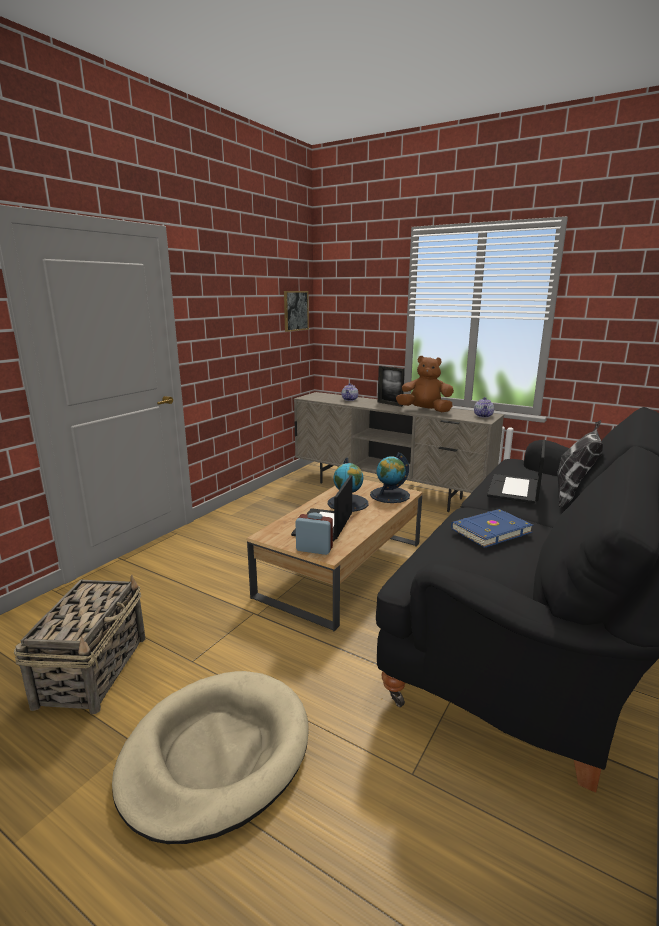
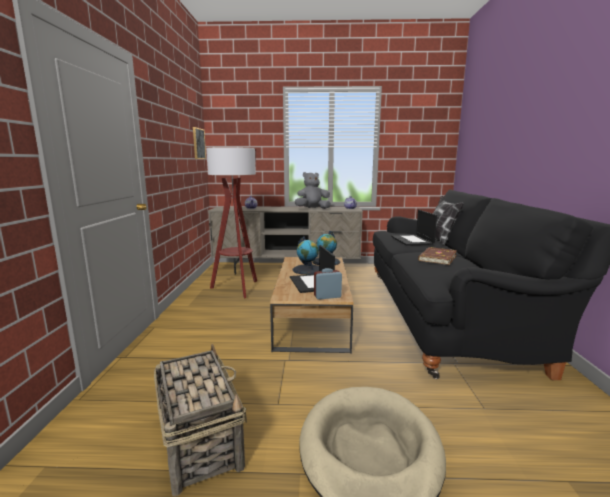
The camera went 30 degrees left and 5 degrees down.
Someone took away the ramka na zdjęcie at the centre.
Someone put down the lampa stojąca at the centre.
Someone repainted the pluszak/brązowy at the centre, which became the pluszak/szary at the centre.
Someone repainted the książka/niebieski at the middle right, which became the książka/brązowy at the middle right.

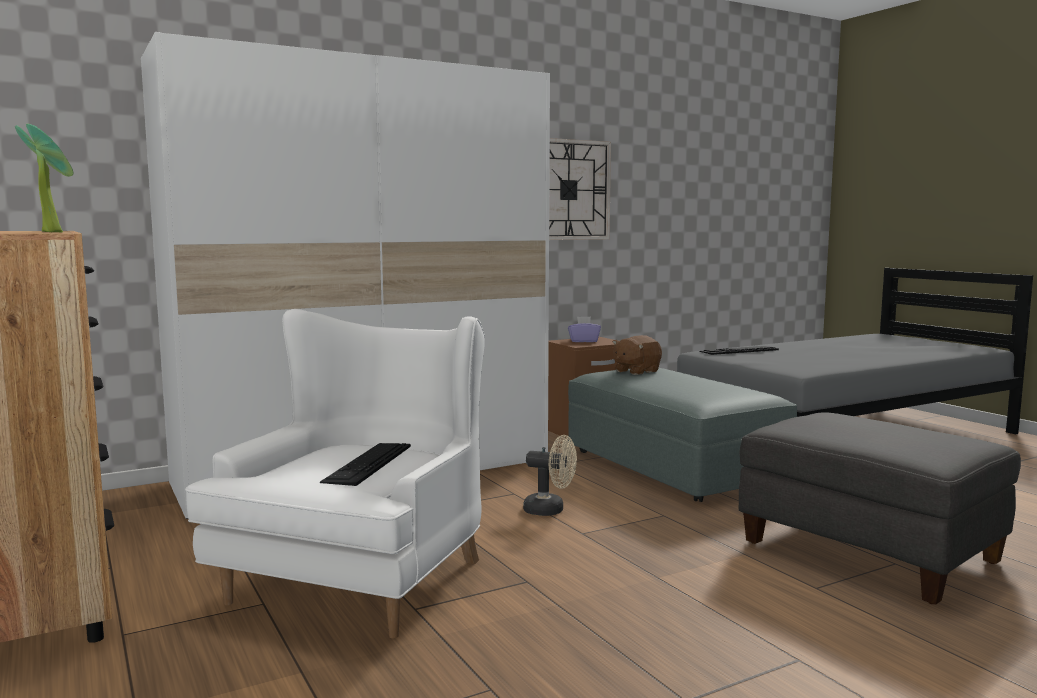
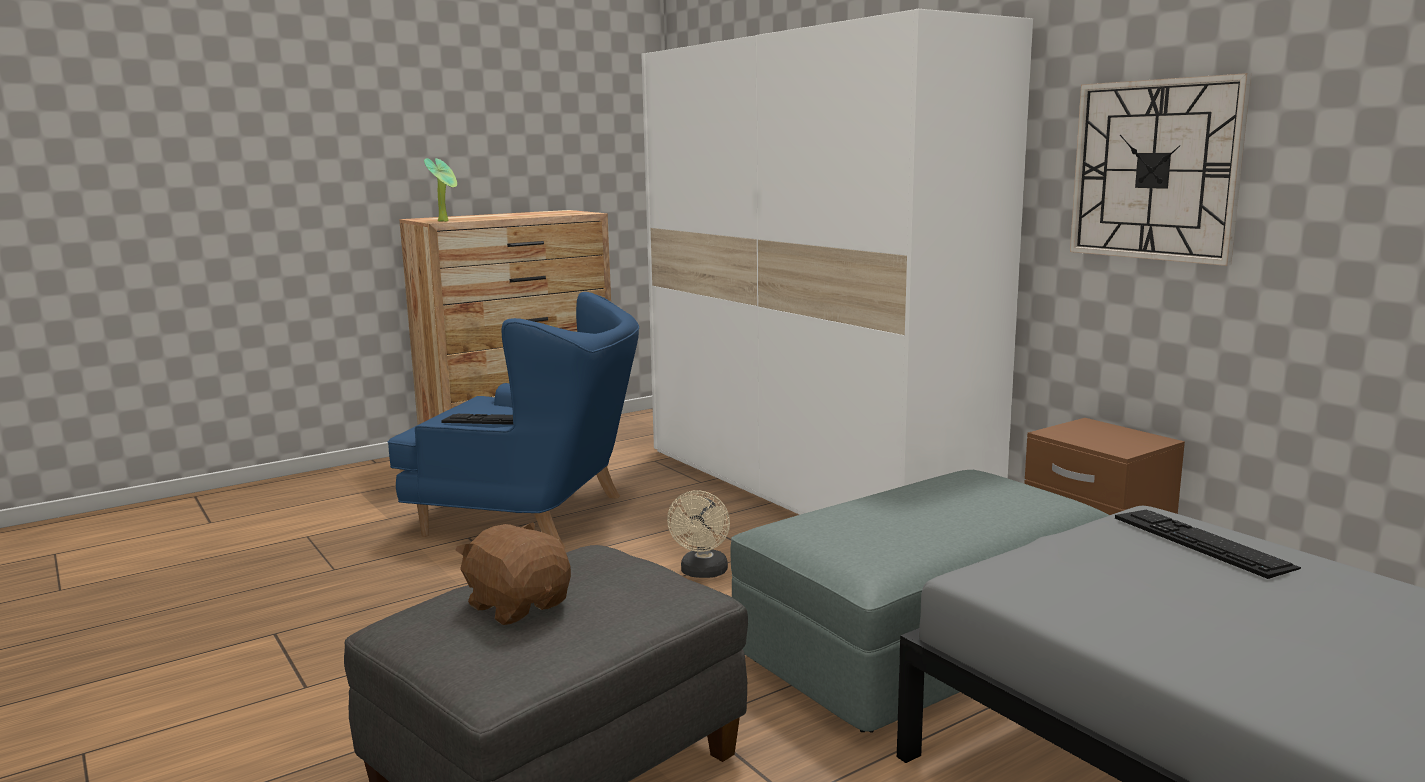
The camera went 85 degrees right and 5 degrees up.
Someone took away the pudełko chusteczek/fioletowy at the centre.
Someone carried the pluszak/brązowy from the centre to the bottom centre.
Someone repainted the fotel/biały at the bottom left, which became the fotel/niebieski at the centre.

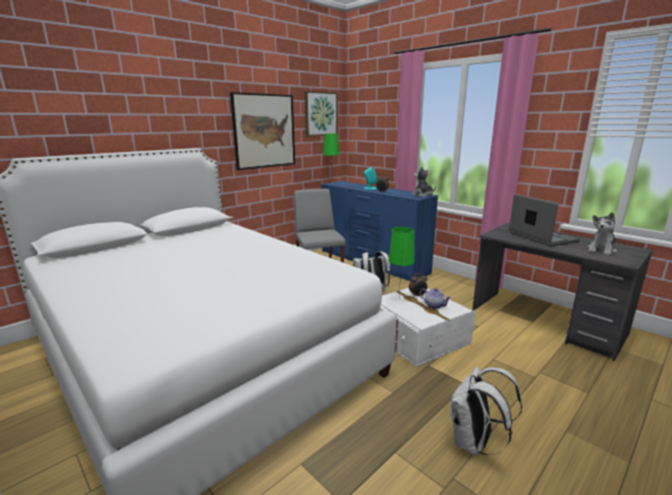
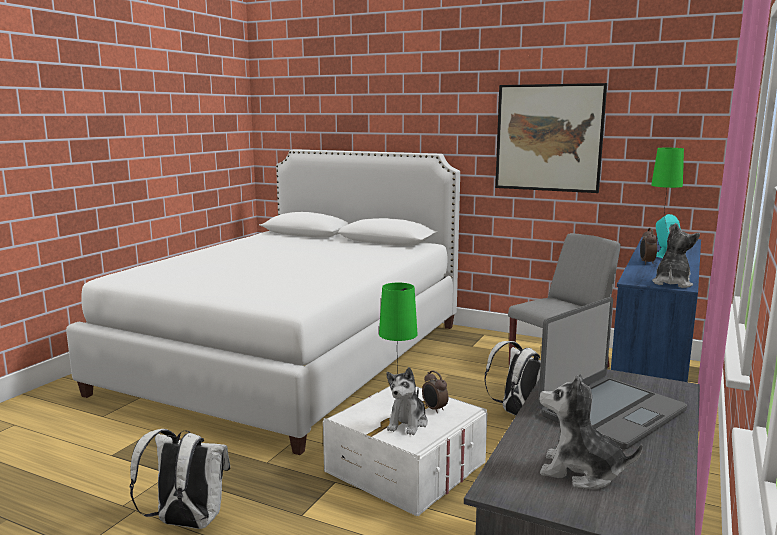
The camera went 70 degrees right and 5 degrees down.
Someone took away the obraz (no. 2 from left) at the top centre.
Someone swapped the imbryk at the centre for the pluszak (no. 1 from left) at the bottom centre.

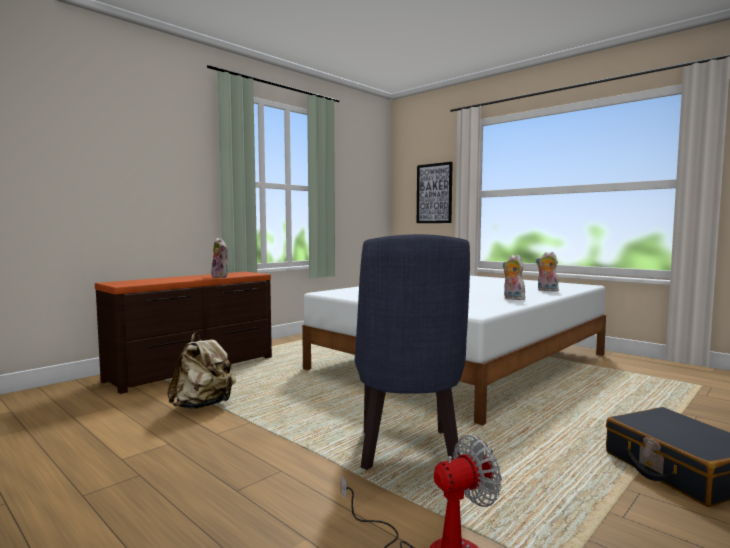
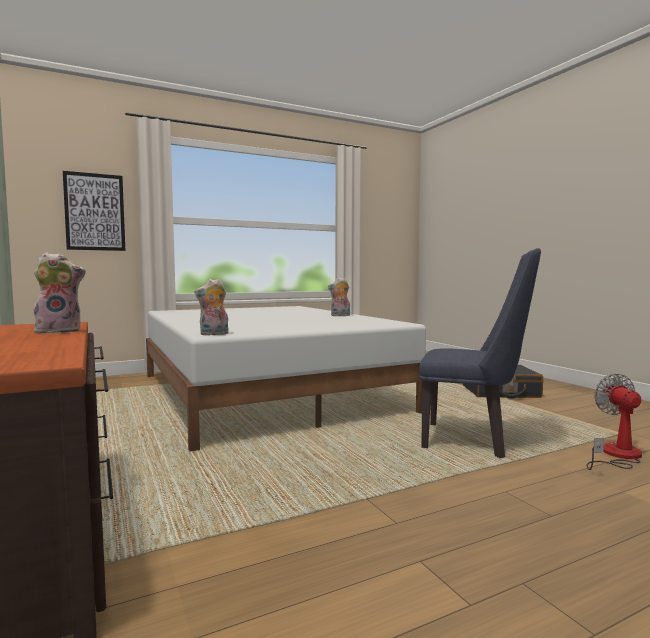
The camera went 70 degrees left and 0 degrees up.
Someone took away the plecak/beżowy at the bottom left.
Someone carried the pluszak (no. 3 from left in the first image) from the middle right to the middle left.

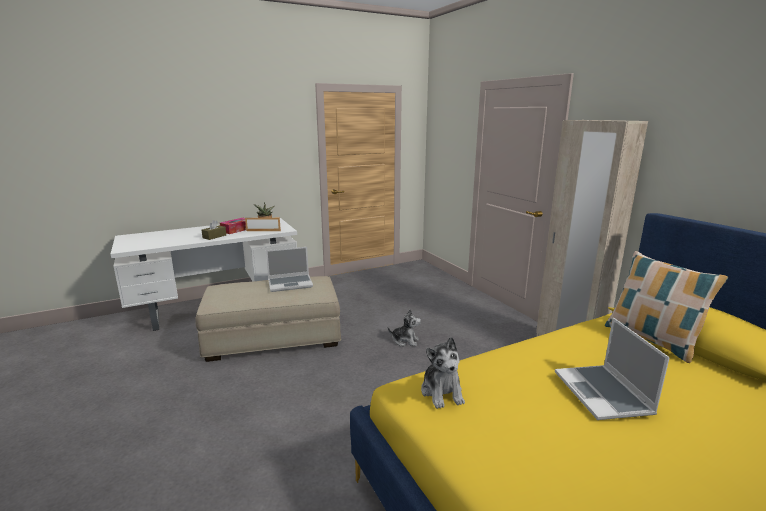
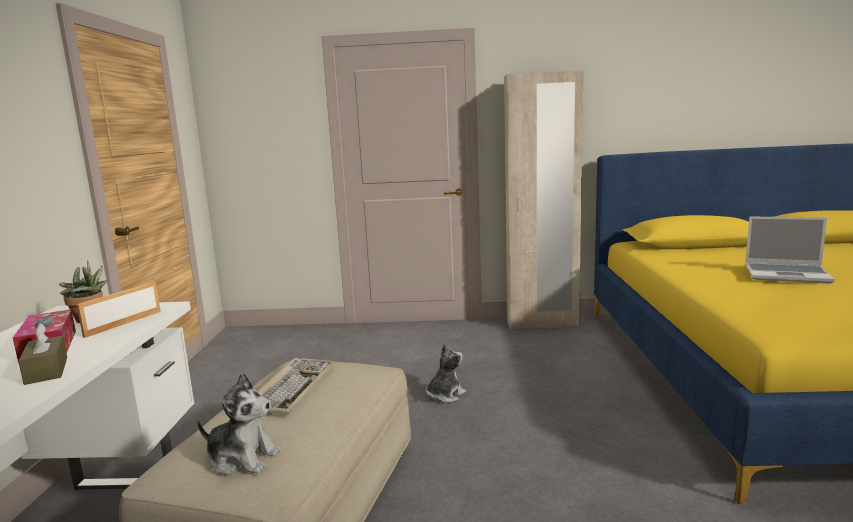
The camera went 60 degrees left and 5 degrees down.
Someone took away the poduszka at the middle right.
Someone carried the pluszak (no. 2 from left in the first image) from the bottom centre to the bottom left.
Someone swapped the laptop (no. 1 from left) at the centre for the klawiatura at the bottom centre.

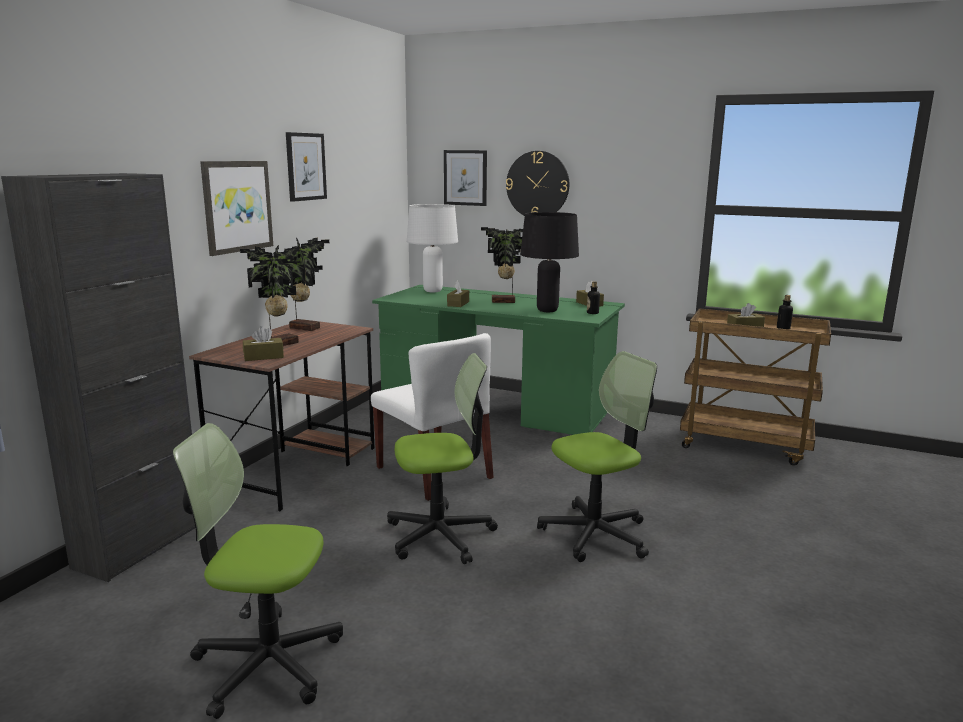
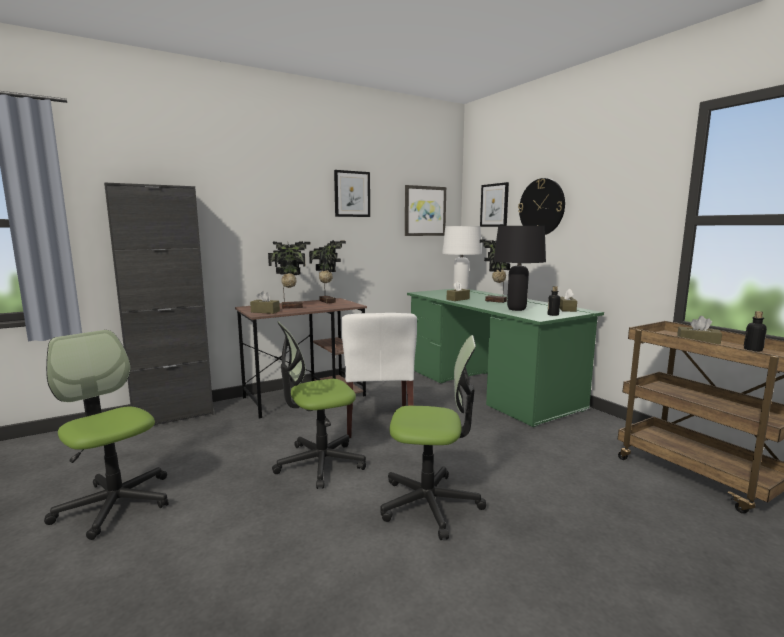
The camera went 35 degrees right and 5 degrees down.
Someone carried the obraz (no. 1 from left in the first image) from the top left to the top centre.
Someone rotated the krzesło biurowe (no. 2 from left) at the centre by 135 degrees clockwise.

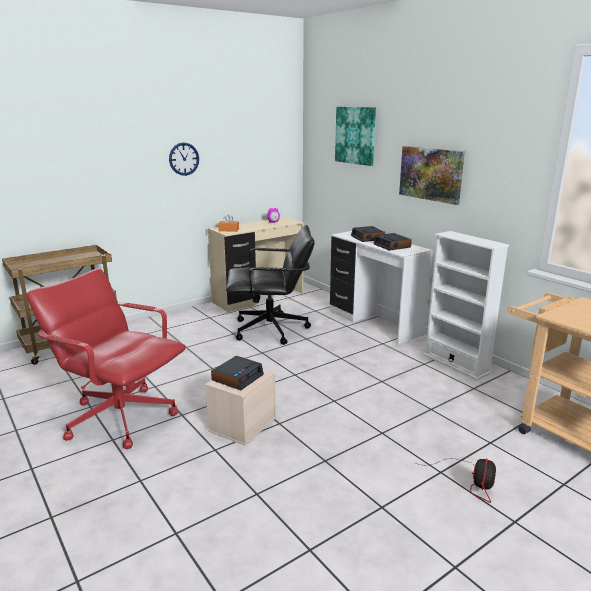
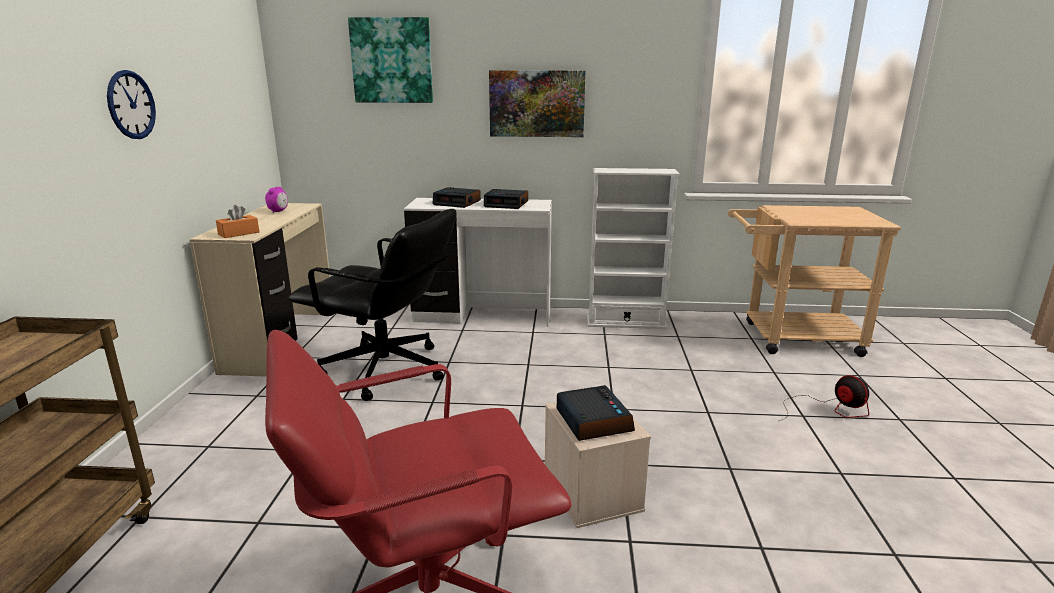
The camera went 50 degrees left and 0 degrees up.
Someone rotated the krzesło biurowe/czarny at the centre by 75 degrees clockwise.

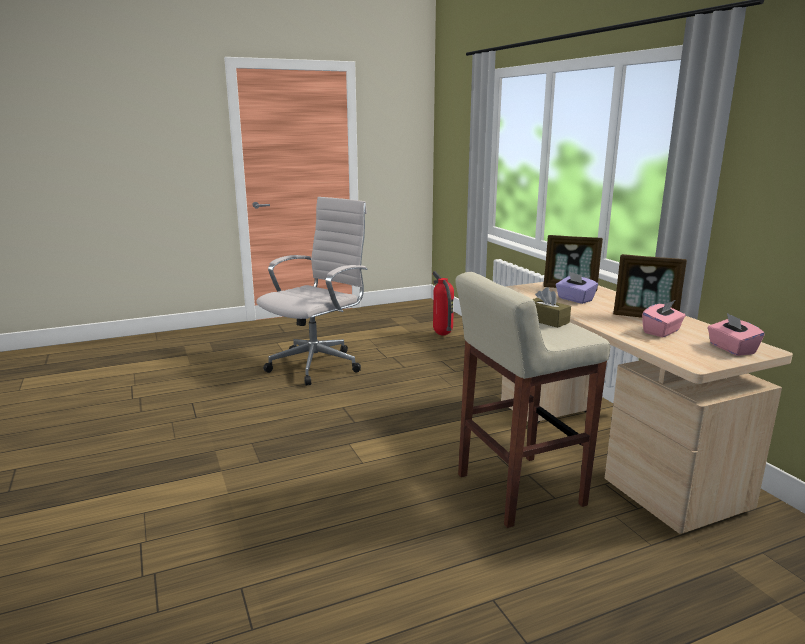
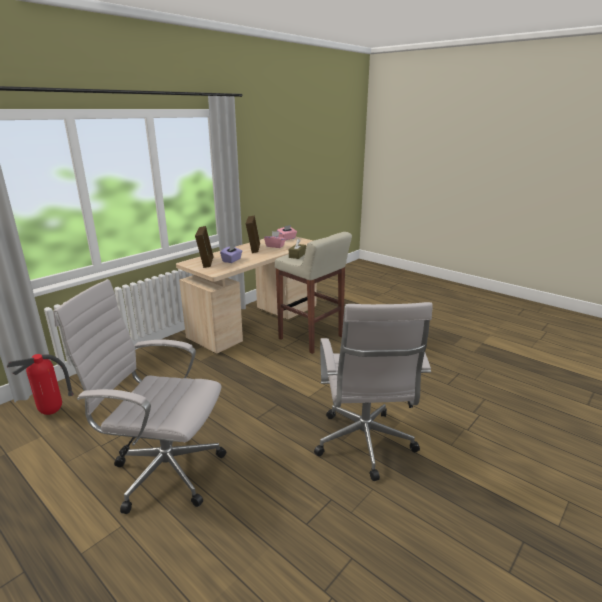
The camera went 115 degrees left and 5 degrees up.
Someone put down the krzesło biurowe/biały (no. 2 from left) at the centre.

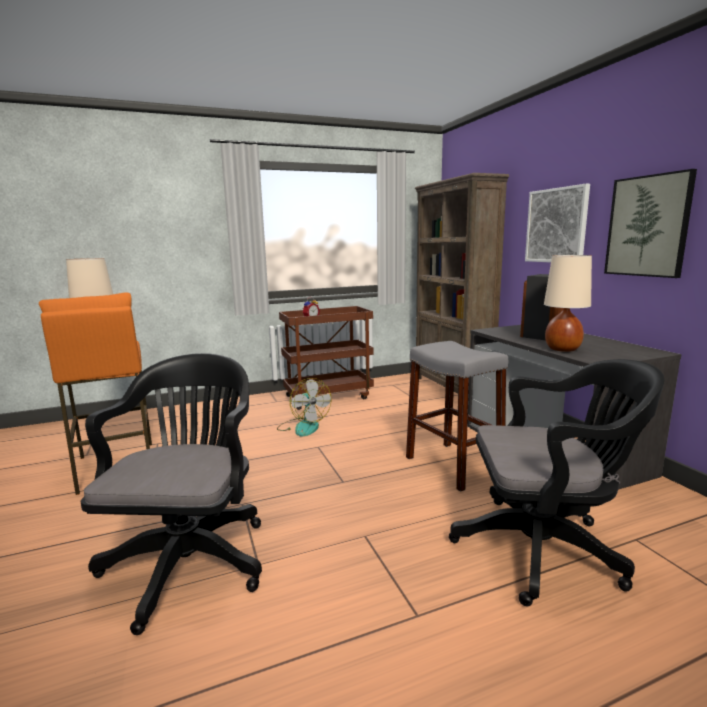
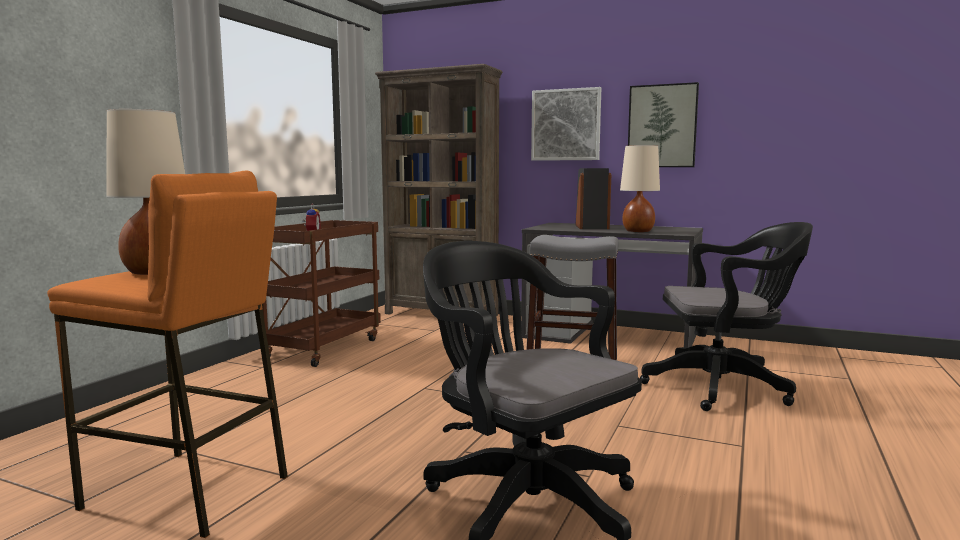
The camera went 45 degrees left and 5 degrees down.
Someone took away the wentylator at the centre.
Someone rotated the krzesło biurowe/czarny (no. 2 from left) at the bottom right by 45 degrees clockwise.

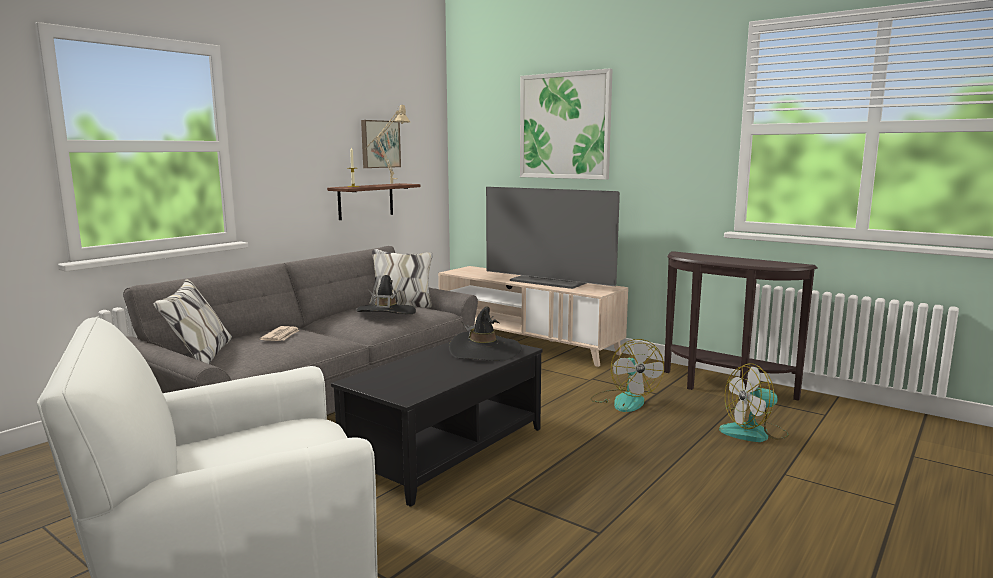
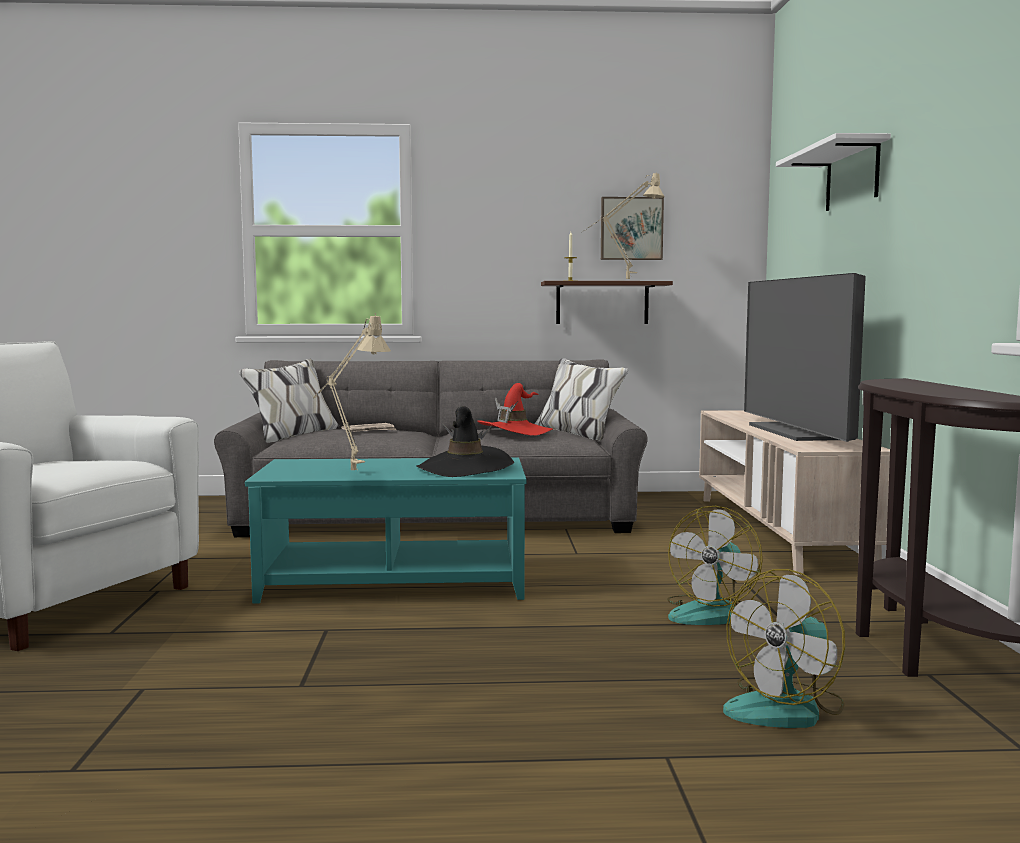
The camera went 50 degrees right and 5 degrees down.
Someone put down the lampa stołowa/beżowy (no. 1 from left) at the centre.
Someone swapped the obraz (no. 2 from left) at the top centre for the półka/biały at the top right.
Someone repainted the ława/czarny at the bottom centre, which became the ława/turkusowy at the centre.
Someone repainted the kapelusz/czarny (no. 1 from left) at the centre, which became the kapelusz/czerwony at the centre.
Someone rotated the wentylator (no. 2 from left) at the bottom right by 75 degrees counterclockwise.

